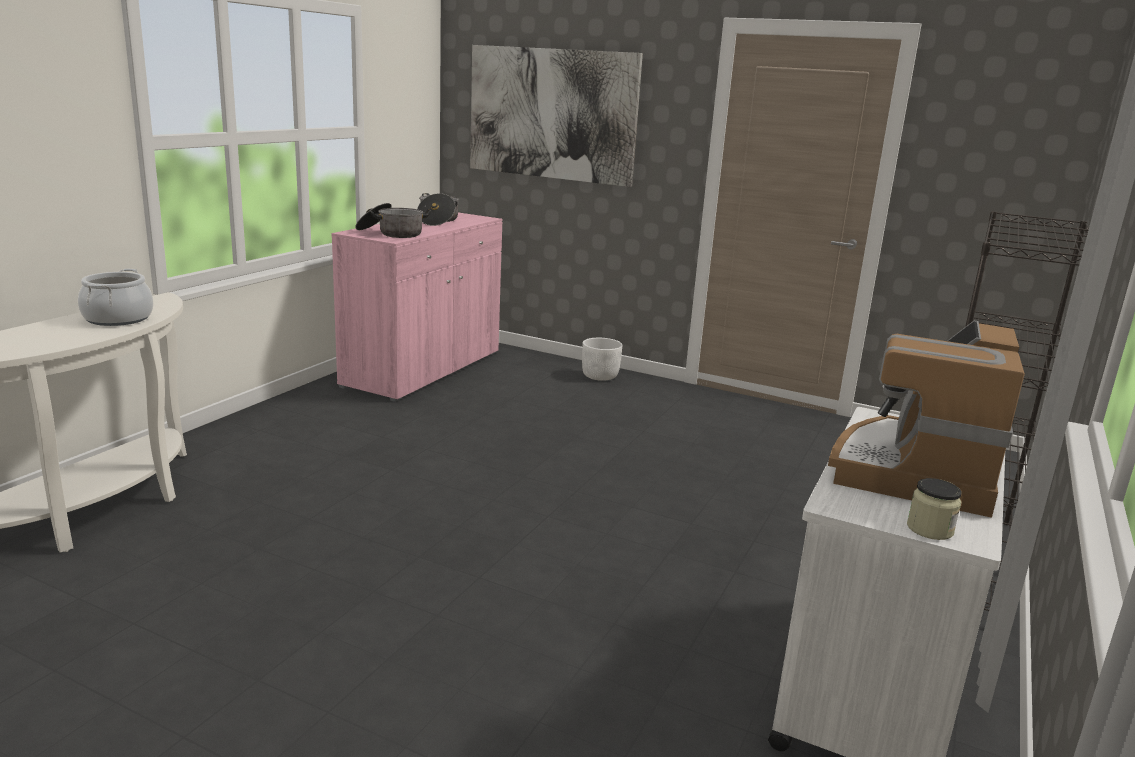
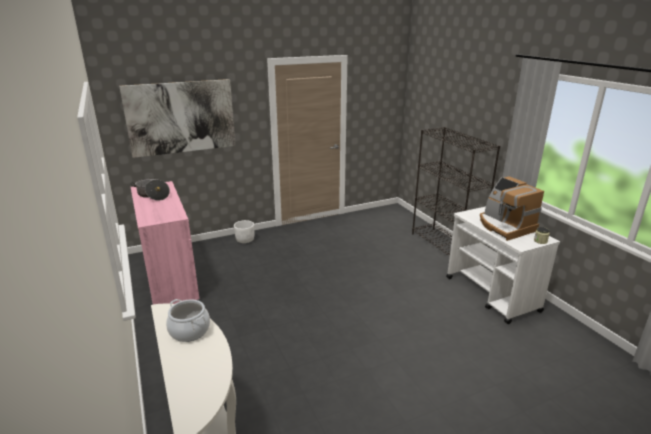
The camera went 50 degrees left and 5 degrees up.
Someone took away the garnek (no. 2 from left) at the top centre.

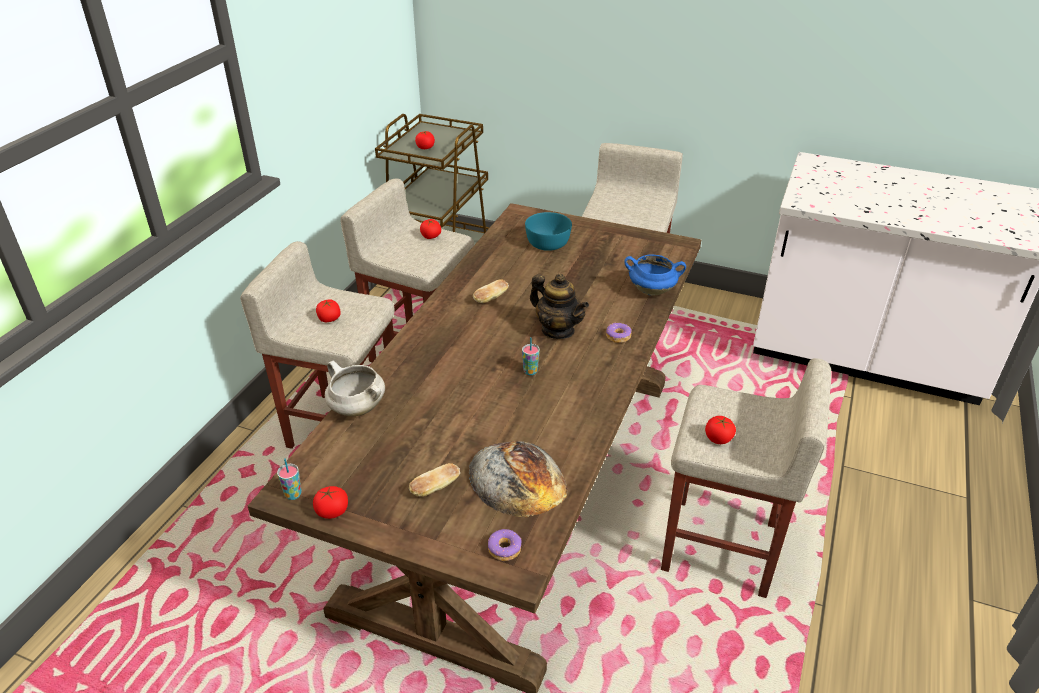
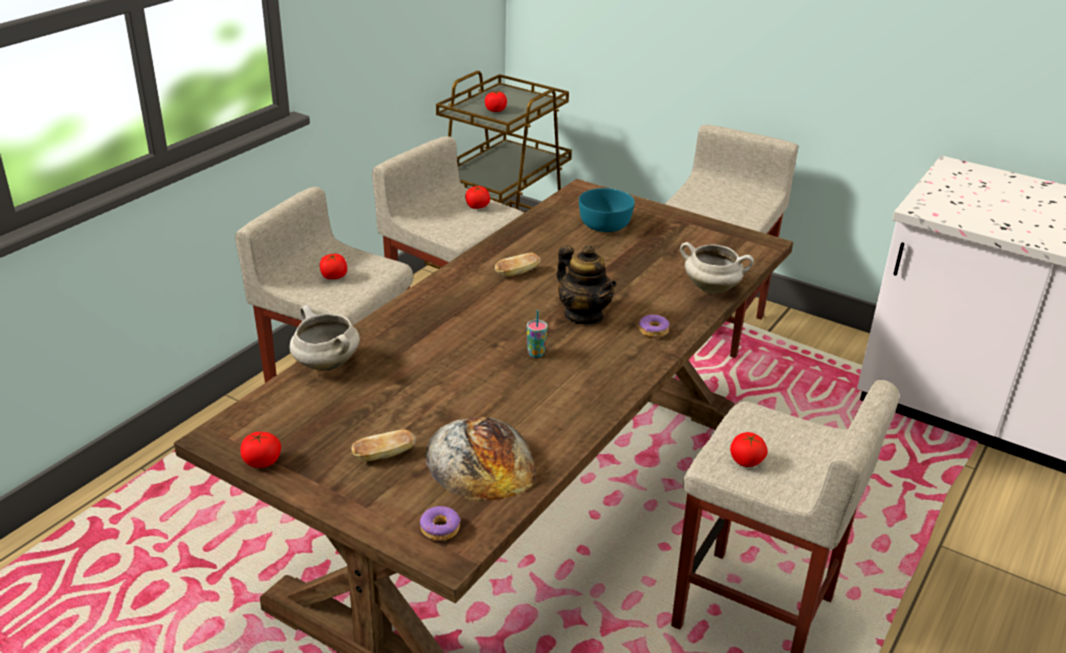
The camera went 10 degrees right and 5 degrees down.
Someone took away the filiżanka (no. 1 from left) at the bottom left.
Someone repainted the garnek/niebieski at the centre, which became the garnek/biały (no. 2 from left) at the middle right.

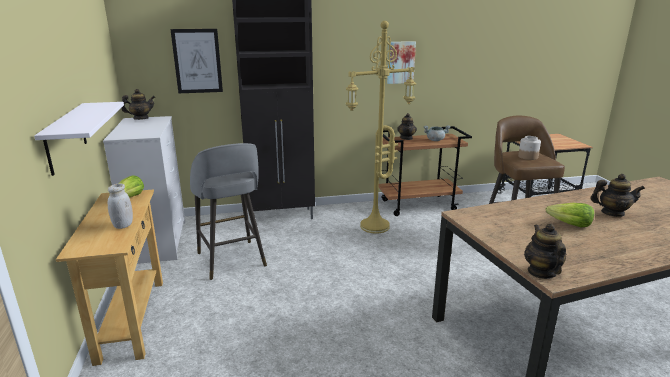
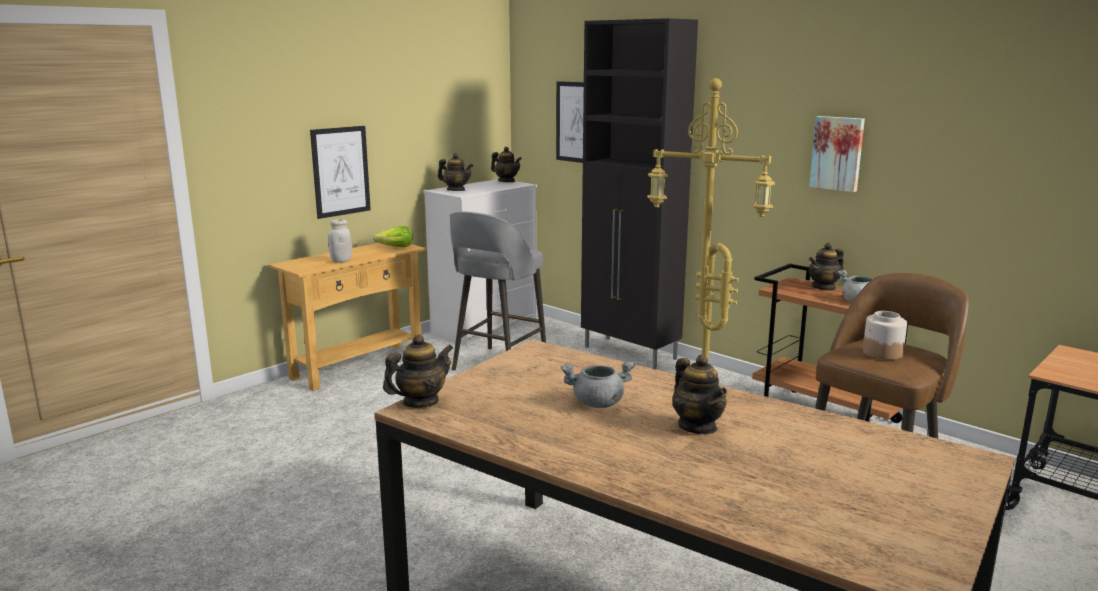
The camera went 55 degrees right and 5 degrees down.
Someone put down the imbryk (no. 2 from left) at the top centre.
Someone swapped the półka/biały at the middle left for the obraz (no. 1 from left) at the top left.
Someone swapped the sałata (no. 2 from left) at the middle right for the garnek/szary (no. 1 from left) at the centre.

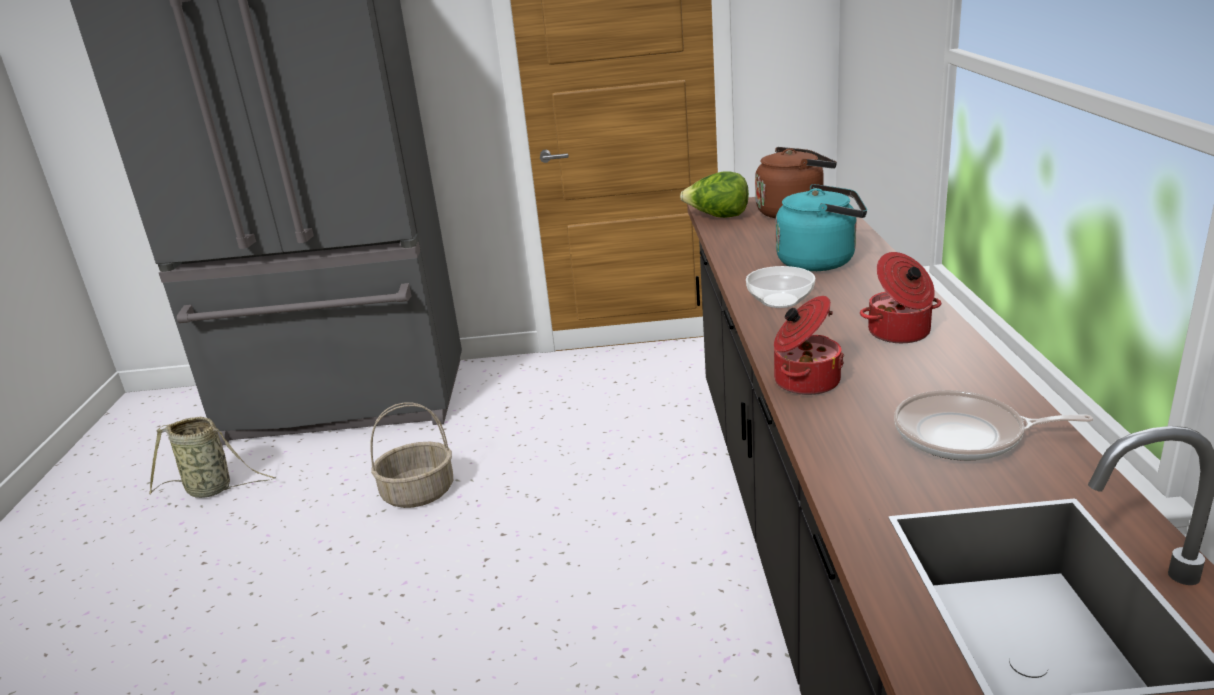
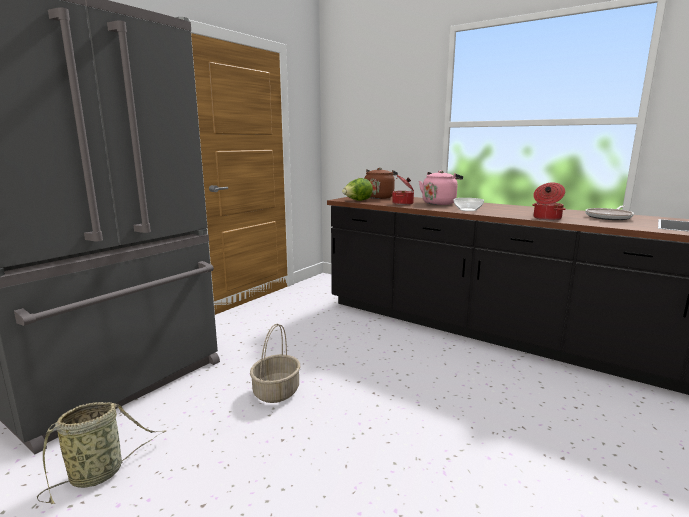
The camera went 55 degrees left and 10 degrees down.
Someone carried the garnek (no. 2 from left in the first image) from the middle right to the centre.
Someone repainted the czajnik/turkusowy at the top right, which became the czajnik/różowy at the centre.

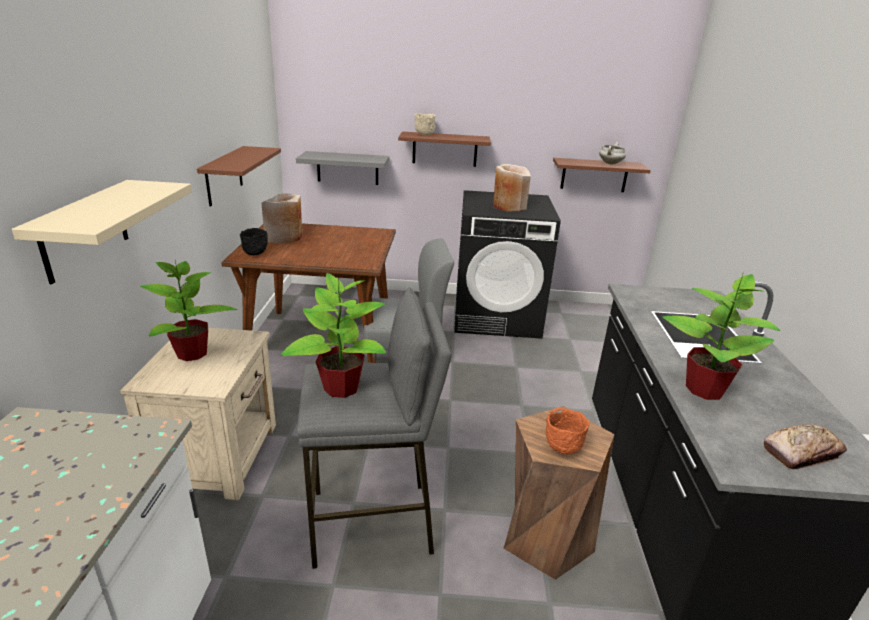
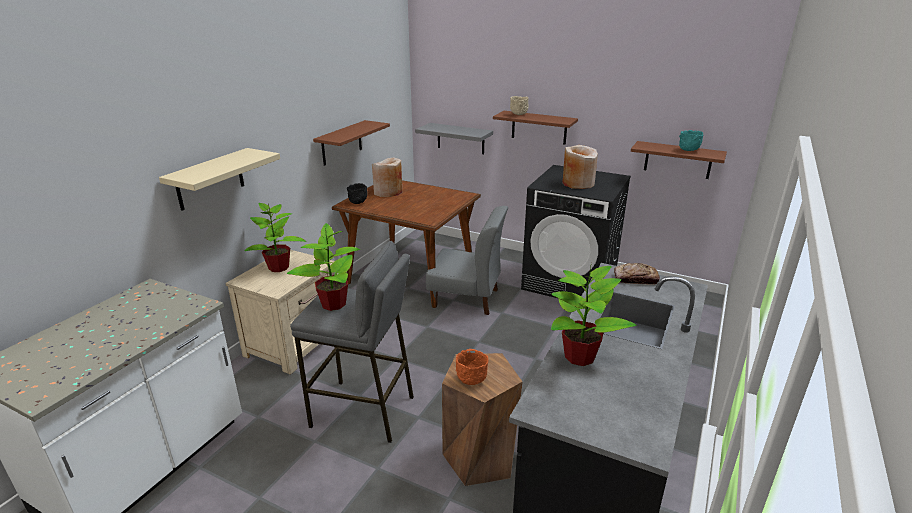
The camera went 25 degrees right and 0 degrees up.
Someone carried the chleb from the bottom right to the middle right.
Someone swapped the garnek/biały at the top right for the miska/turkusowy at the top right.

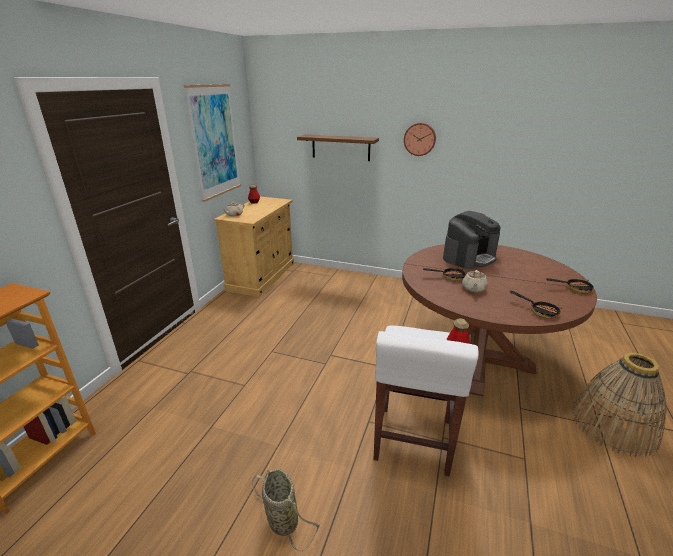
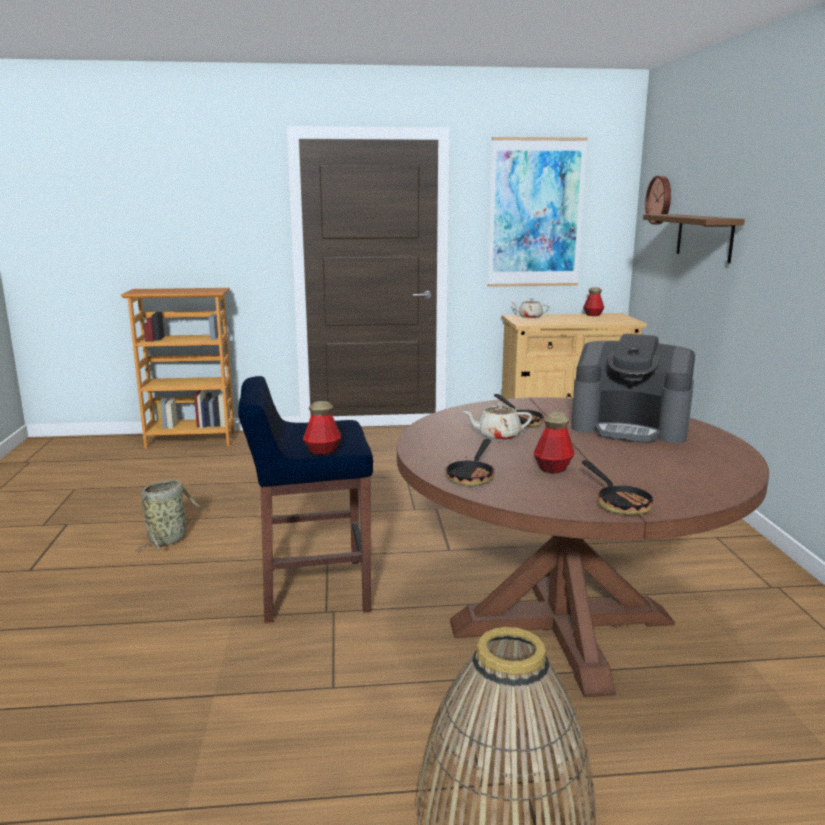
The camera went 65 degrees right and 10 degrees down.
Someone put down the butelka (no. 2 from left) at the middle right.
Someone carried the zegar ścienny from the top centre to the top right.
Someone repainted the stołek/biały at the bottom centre, which became the stołek/niebieski at the centre.

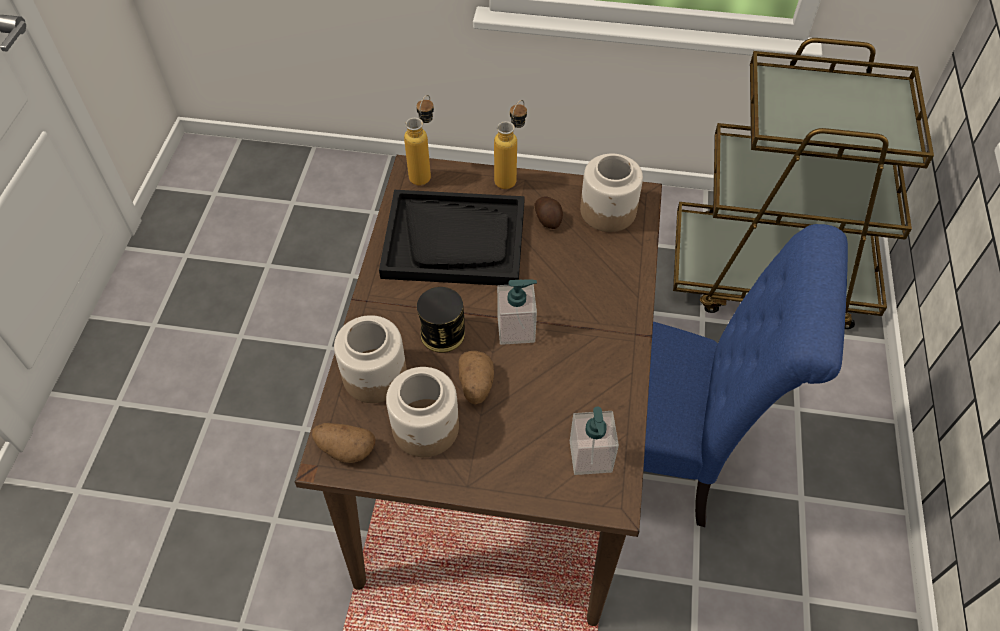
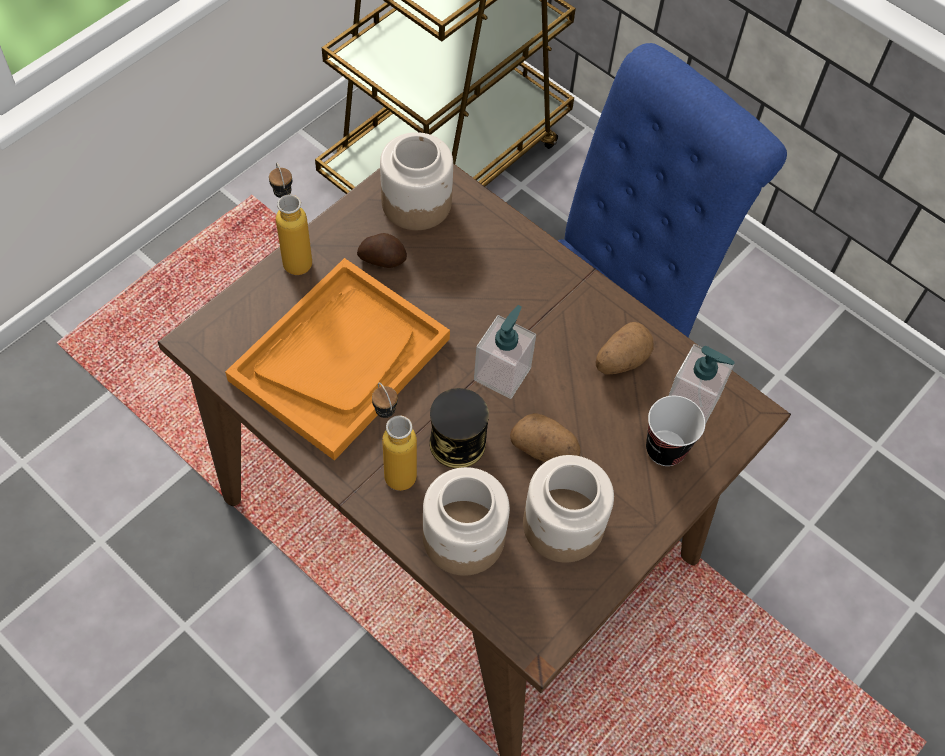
The camera went 60 degrees left and 5 degrees up.
Someone put down the filiżanka at the middle right.
Someone carried the ziemniak (no. 1 from left in the first image) from the bottom centre to the centre.
Someone carried the butelka (no. 1 from left in the first image) from the top centre to the centre.
Someone repainted the taca/czarny at the centre, which became the taca/pomarańczowy at the centre.

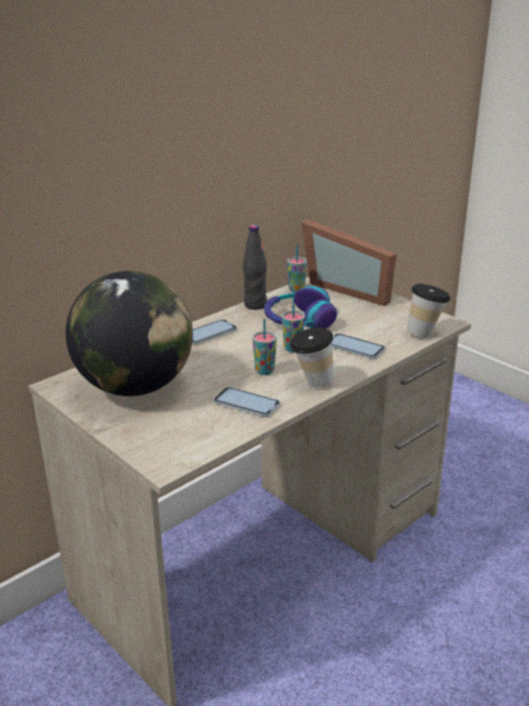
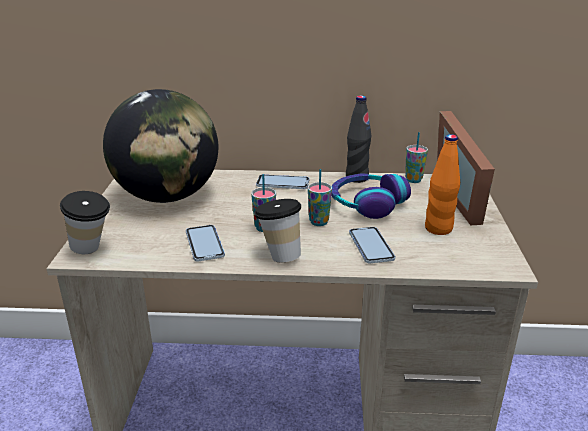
The camera went 45 degrees right and 0 degrees up.
Someone put down the butelka/pomarańczowy at the middle right.
Someone carried the filiżanka (no. 5 from left in the first image) from the middle right to the middle left.

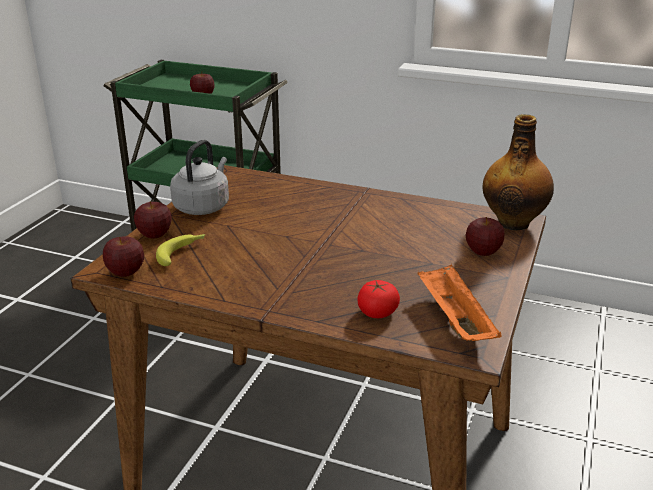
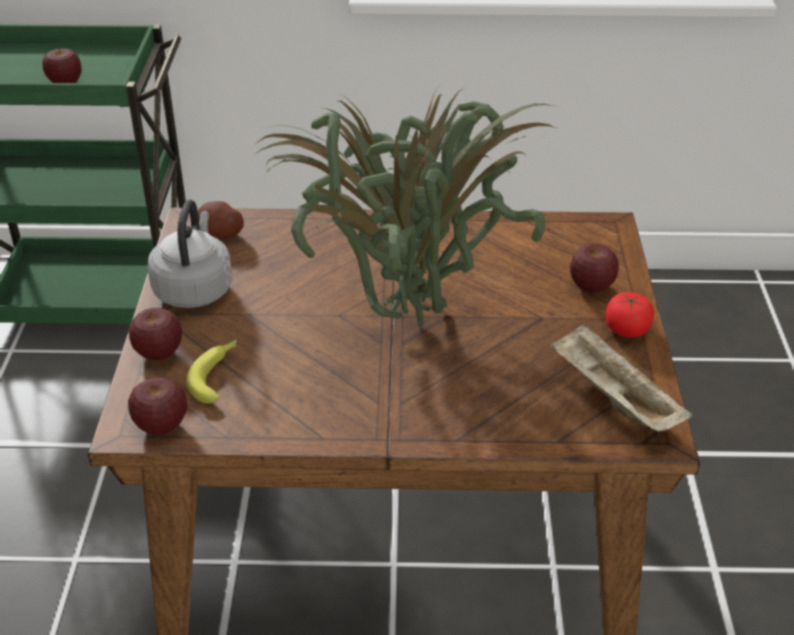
The camera went 20 degrees left and 10 degrees up.
Someone took away the butelka at the middle right.
Someone put down the ziemniak at the middle left.
Someone put down the roślina doniczkowa at the top centre.
Someone carried the pomidor from the centre to the middle right.
Someone repainted the taca/pomarańczowy at the middle right, which became the taca/beżowy at the middle right.

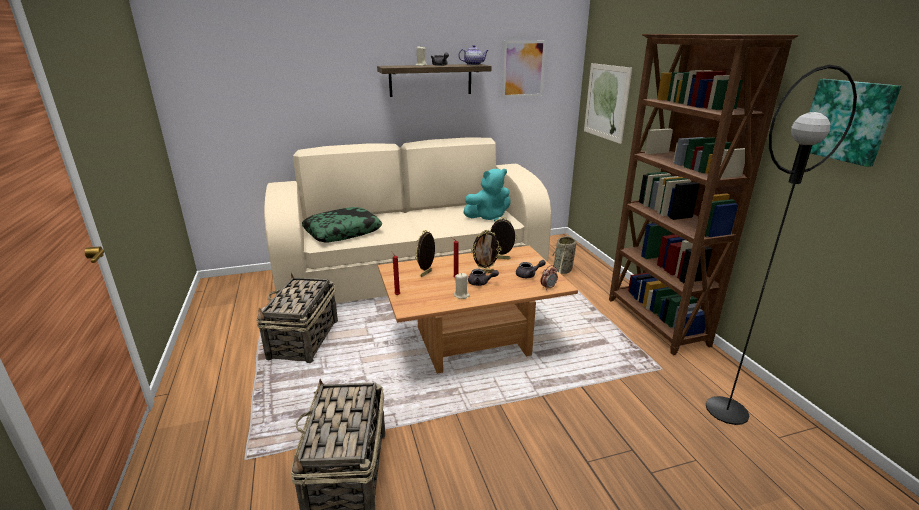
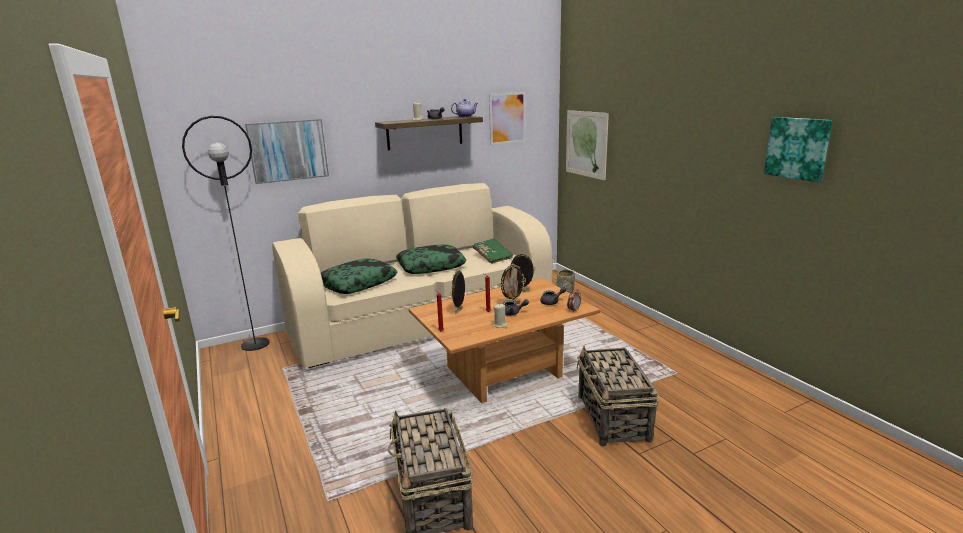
The camera went 10 degrees left and 5 degrees down.
Someone took away the regał/brązowy at the middle right.
Someone put up the obraz (no. 1 from left) at the top left.
Someone put down the poduszka (no. 2 from left) at the centre.
Someone carried the koszyk (no. 1 from left in the first image) from the middle left to the bottom centre.
Someone carried the lampa stojąca/czarny from the middle right to the middle left.
Someone swapped the pluszak/turkusowy at the centre for the książka/zielony at the centre.

